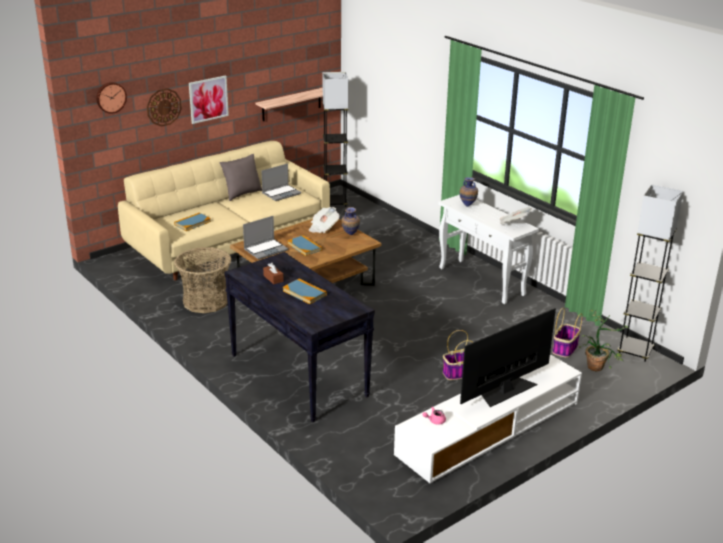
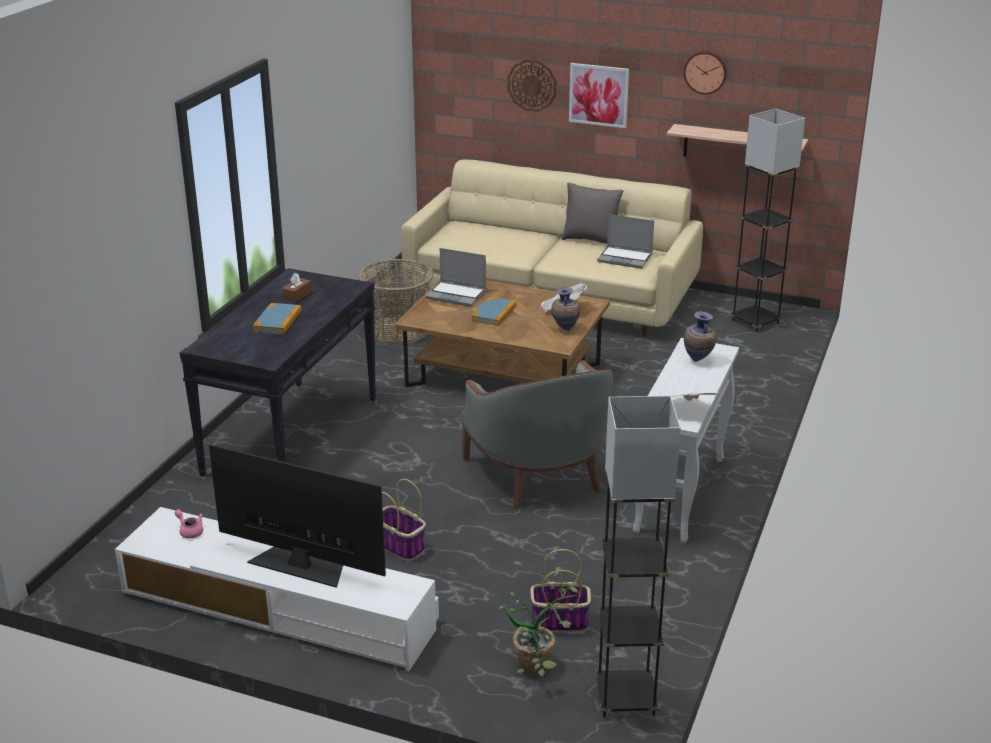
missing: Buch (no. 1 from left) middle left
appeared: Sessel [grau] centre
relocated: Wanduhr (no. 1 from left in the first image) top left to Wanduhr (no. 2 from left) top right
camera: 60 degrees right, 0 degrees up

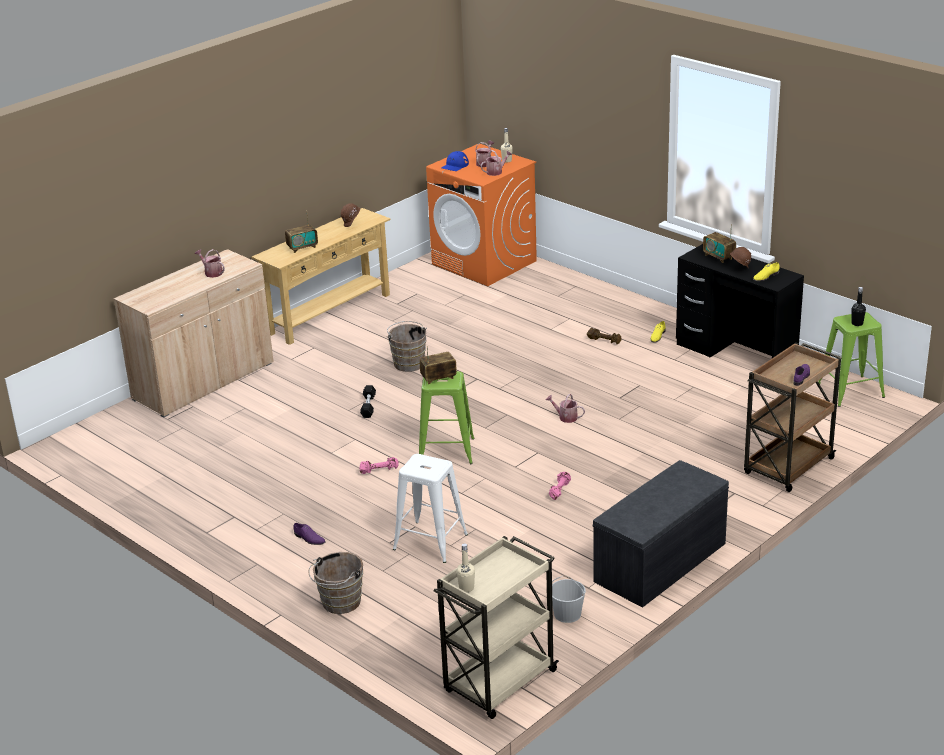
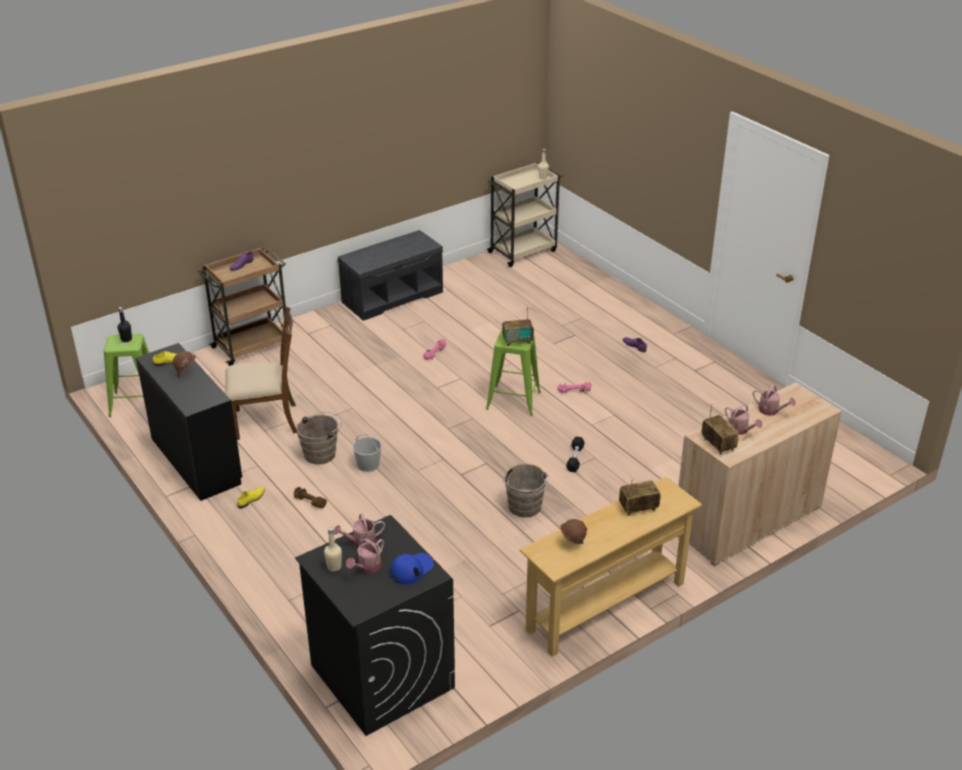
missing: Hocker [weiß] bottom centre
appeared: Stuhl [braun] middle left
relocated: Eimer [braun] (no. 1 from left) bottom centre to middle left; Gießkanne (no. 4 from left) centre to middle right; Eimer [weiß] bottom centre to centre; Radio (no. 3 from left) top right to middle right
colour: Waschmaschine [orange] top centre to Waschmaschine [schwarz] bottom centre
camera: 170 degrees left, 5 degrees up

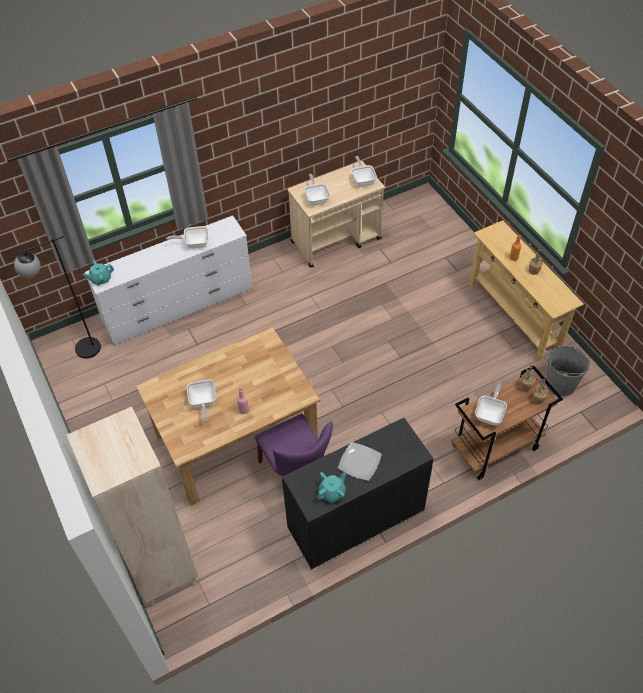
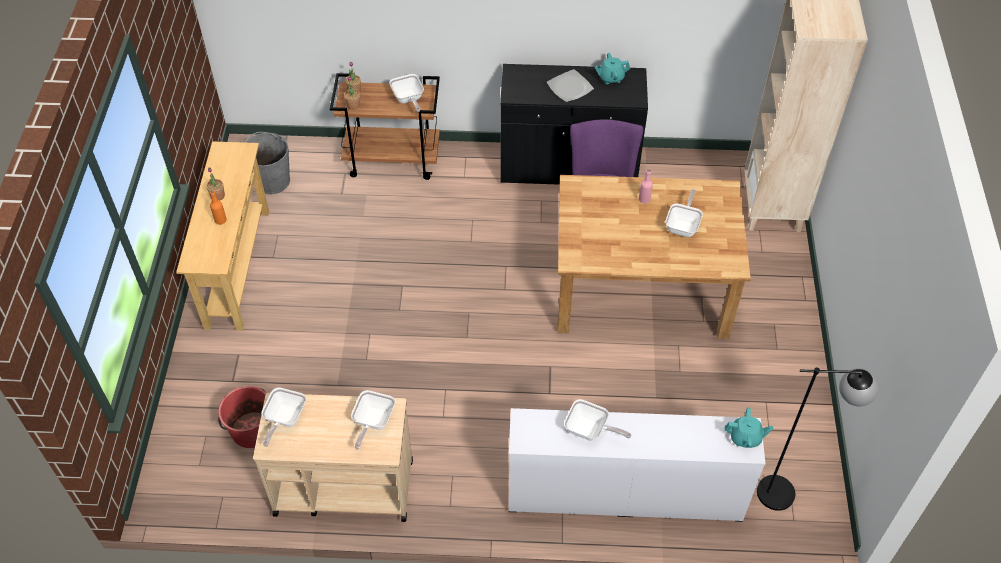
appeared: Eimer [rot] bottom left
spun: Pfanne (no. 5 from left in the first image) middle right = top centre 75 degrees counterclockwise
camera: 150 degrees left, 0 degrees up

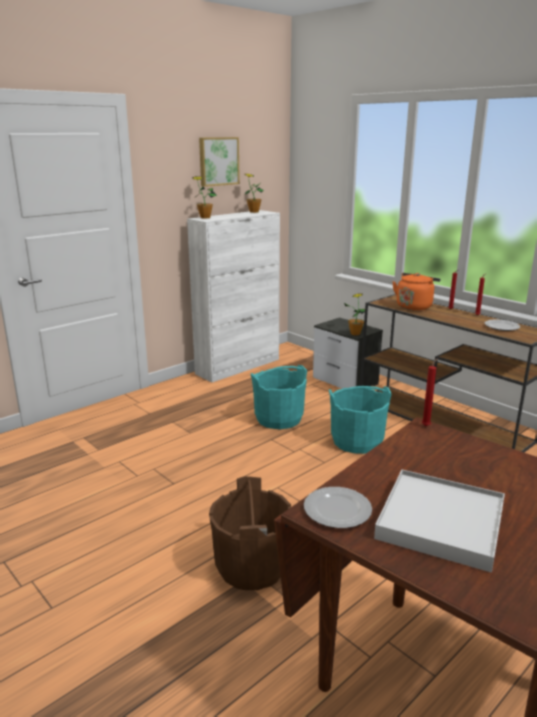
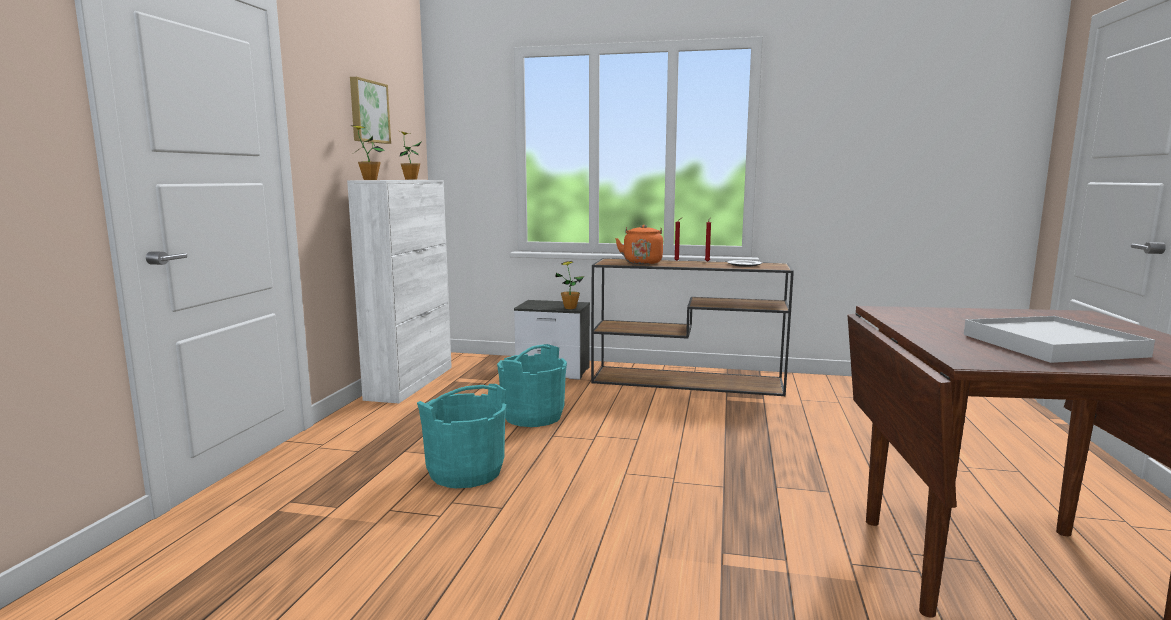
missing: Eimer [braun] bottom centre; Teller (no. 1 from left) bottom centre; Kerze [rot] (no. 1 from left) middle right
relocated: Eimer [türkis] (no. 2 from left in the first image) middle right to Eimer [türkis] (no. 1 from left) bottom centre
camera: 35 degrees left, 10 degrees down

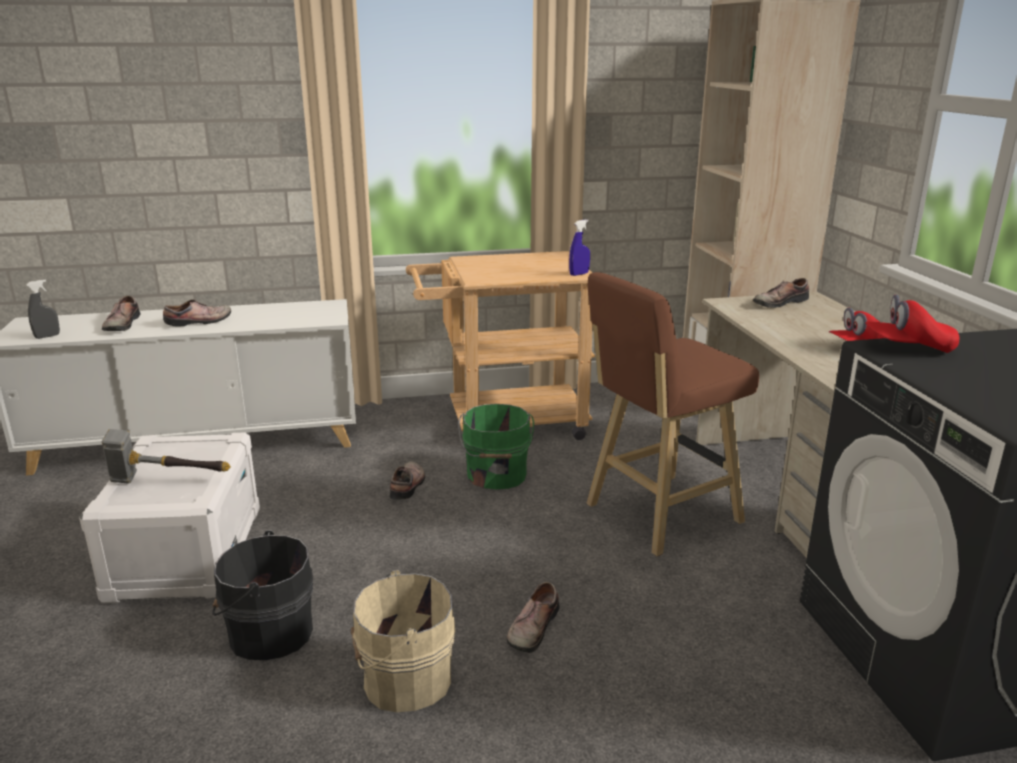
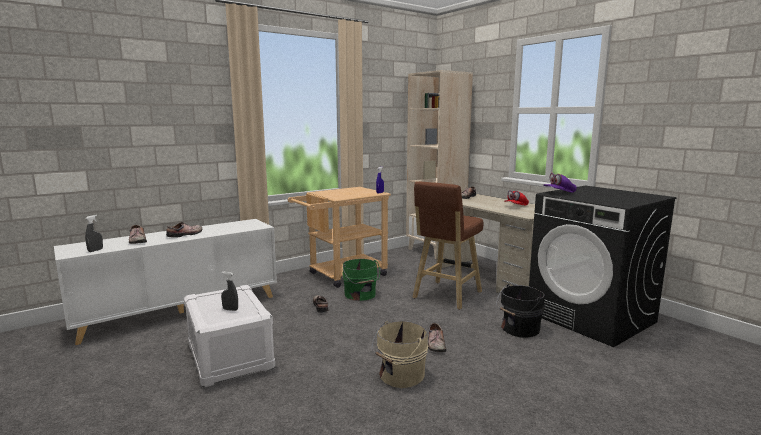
relocated: Eimer [schwarz] bottom left to bottom right
exchanged: Hammer middle left to Sprühflasche [grau] (no. 2 from left) bottom left
colour: Kappe [rot] (no. 2 from left) middle right to Kappe [lila] middle right
camera: 25 degrees left, 10 degrees down

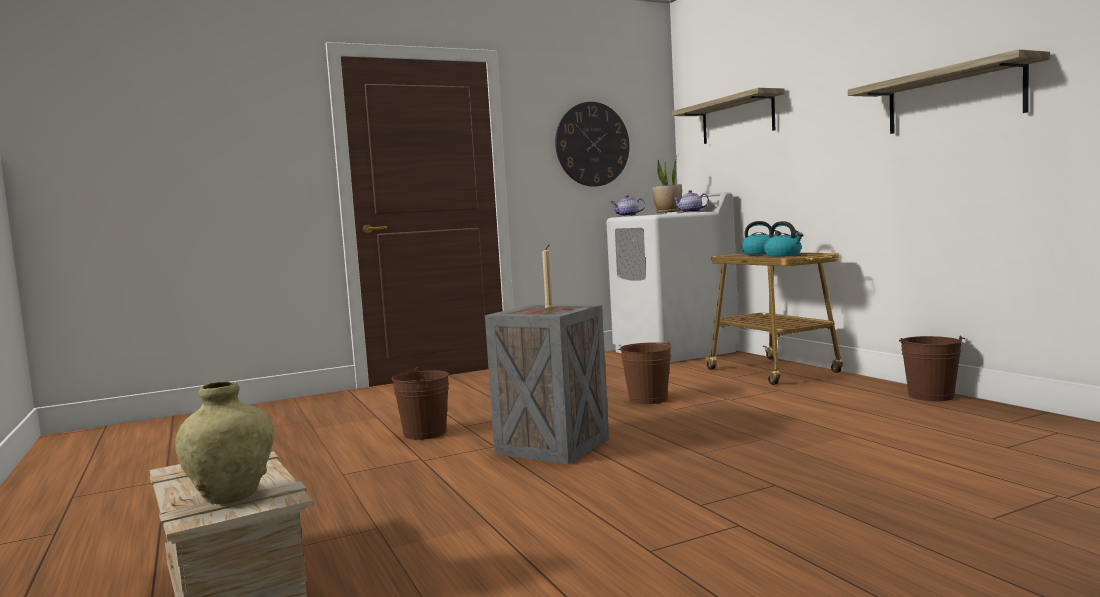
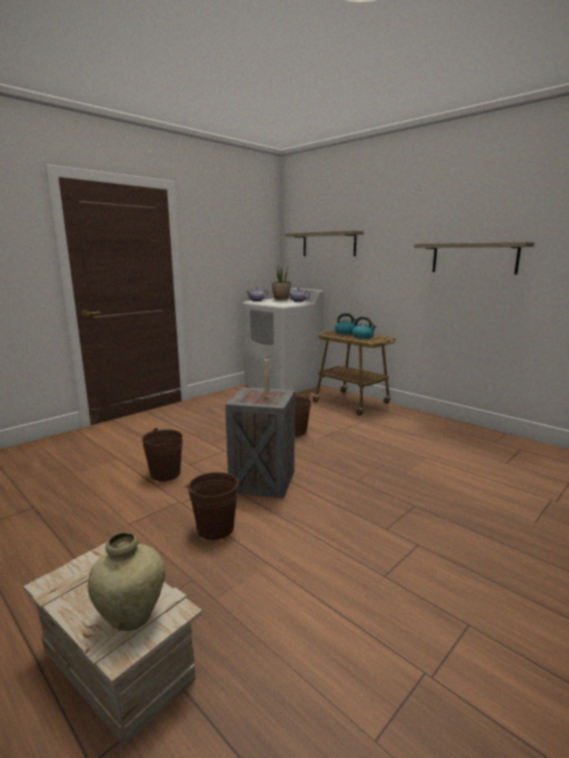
missing: Wanduhr top centre
relocated: Eimer [braun] (no. 3 from left in the first image) middle right to Eimer [braun] (no. 2 from left) bottom centre
camera: 20 degrees left, 10 degrees up

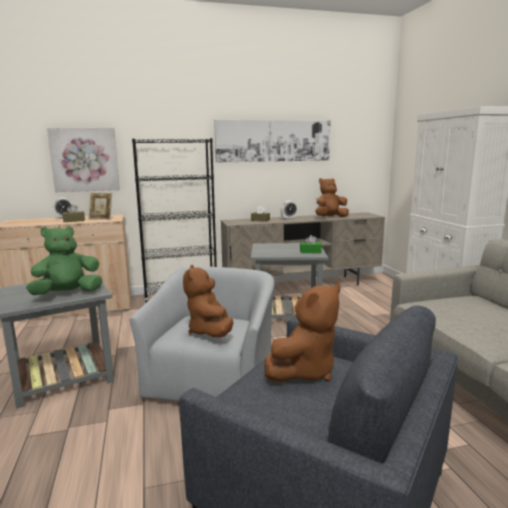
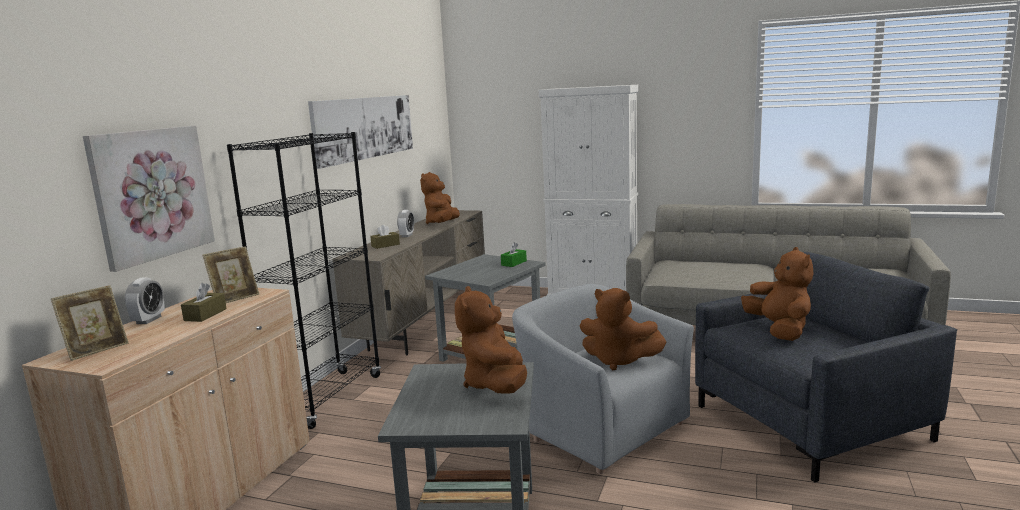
appeared: Bilderrahmen (no. 1 from left) middle left
colour: Plüschtier [grün] middle left to Plüschtier [braun] (no. 2 from left) bottom centre
camera: 55 degrees left, 0 degrees up

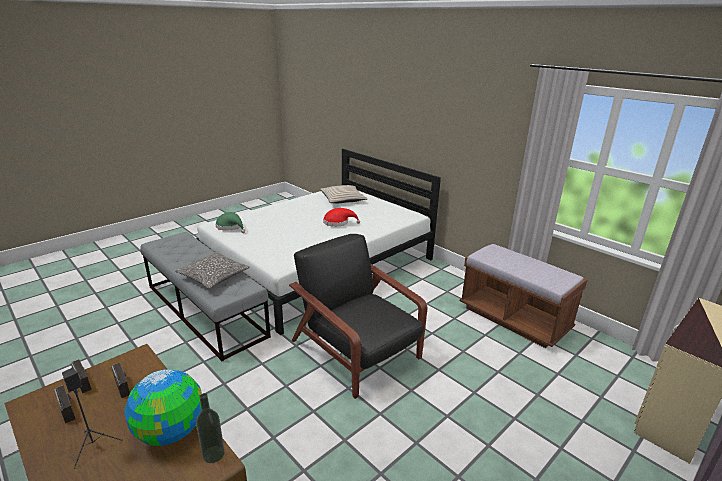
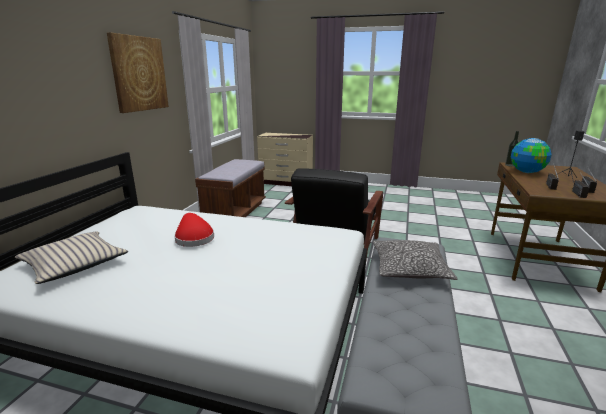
missing: Hut [grün] middle left
appeared: Bild top left
camera: 120 degrees left, 5 degrees down

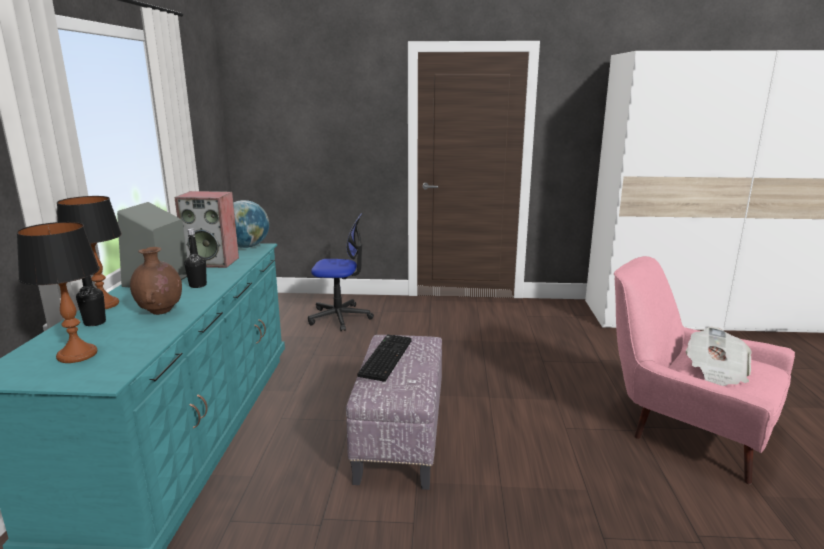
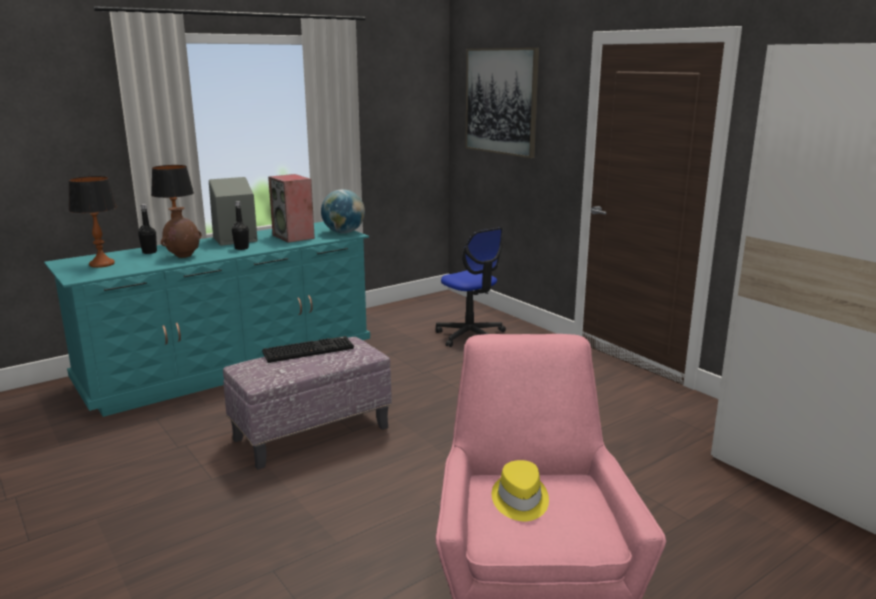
appeared: Bild top centre
exchanged: Zeitung middle right to Hut [gelb] bottom centre
camera: 50 degrees right, 0 degrees up

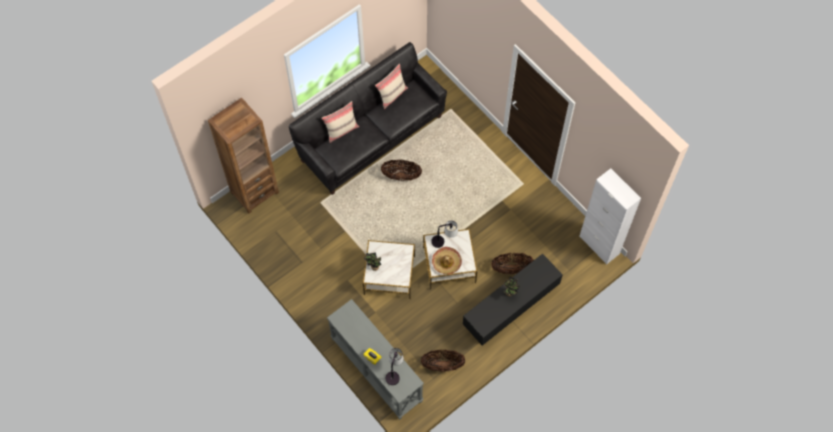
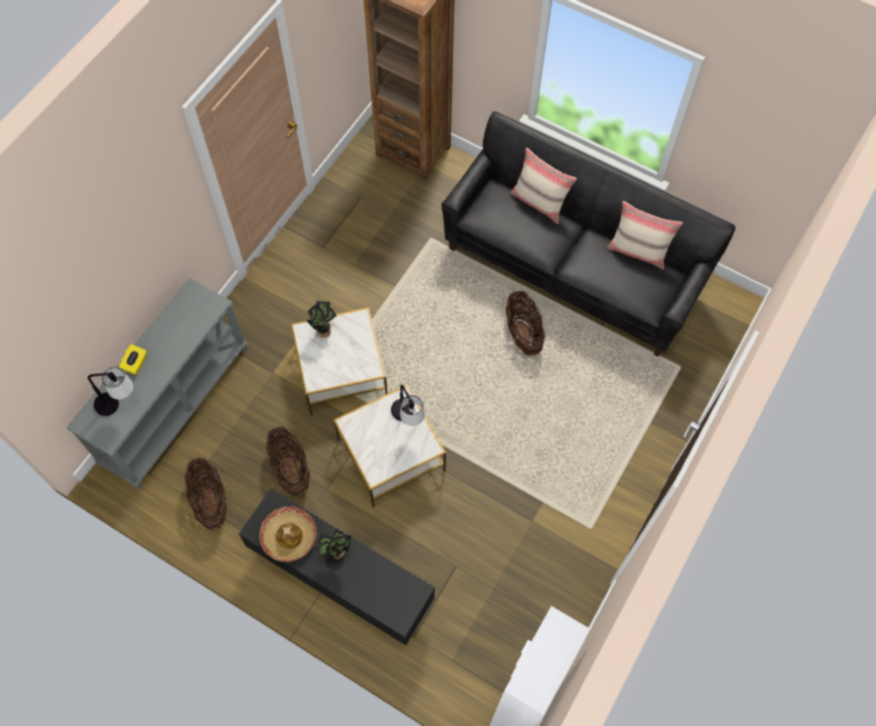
relocated: Hut centre to bottom left; Korb (no. 3 from left in the first image) centre to Korb (no. 2 from left) middle left
camera: 70 degrees right, 0 degrees up

